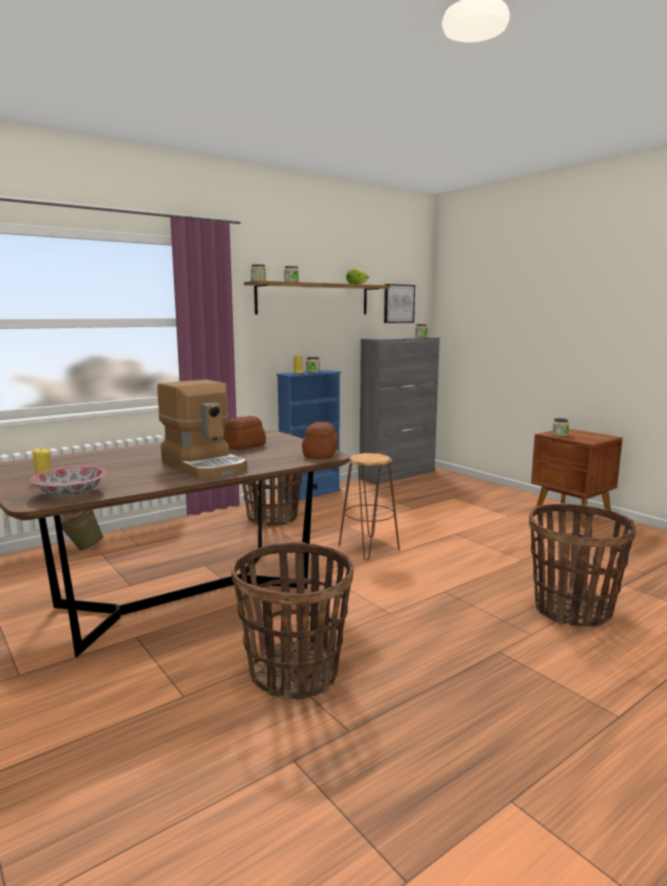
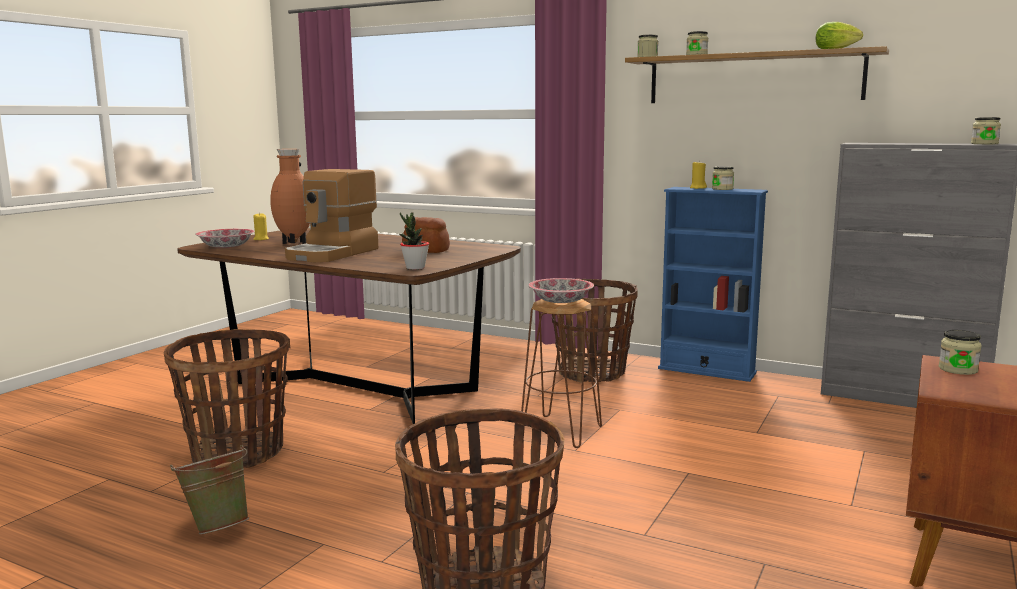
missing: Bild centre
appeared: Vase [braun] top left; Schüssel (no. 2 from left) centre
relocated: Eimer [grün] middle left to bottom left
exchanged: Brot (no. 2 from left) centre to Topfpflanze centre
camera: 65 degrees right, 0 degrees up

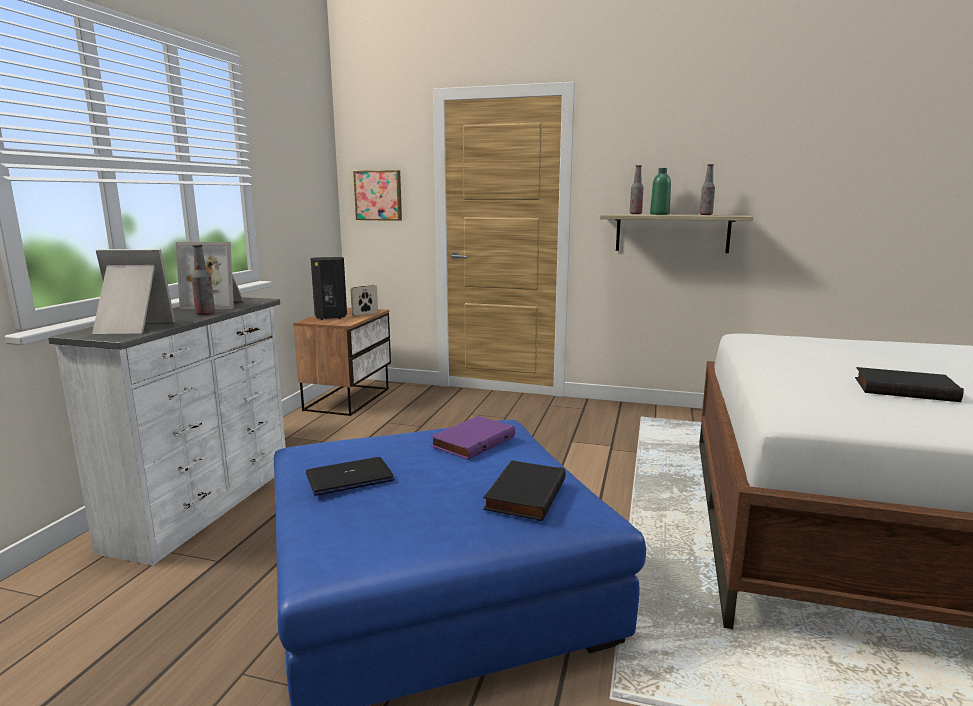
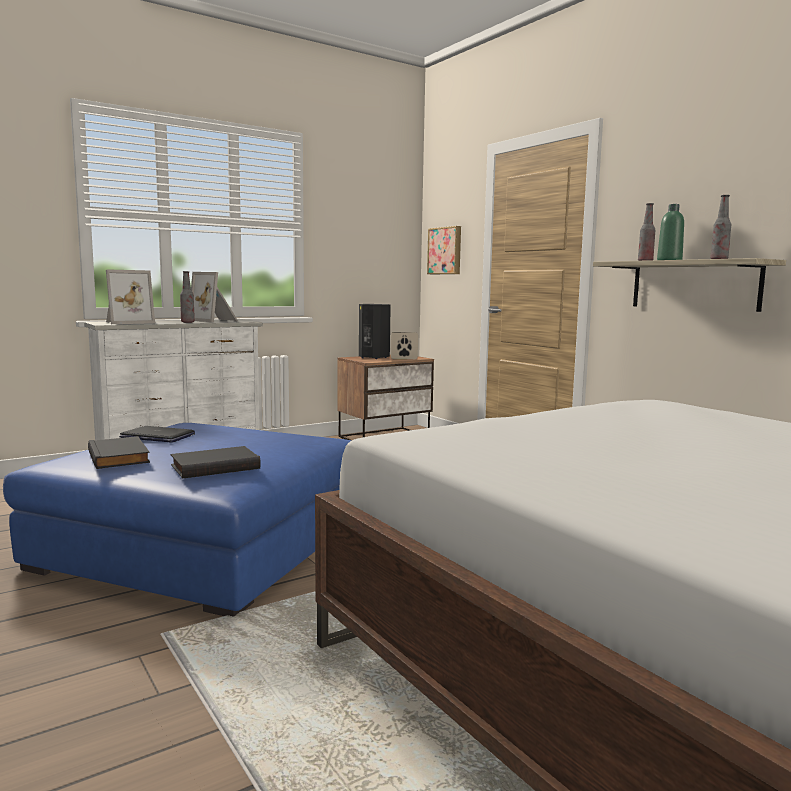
missing: Buch [lila] centre
relocated: Buch [schwarz] (no. 2 from left in the first image) middle right to Buch [schwarz] (no. 1 from left) middle left
spun: Bilderrahmen (no. 1 from left) middle left = middle left 105 degrees clockwise
camera: 40 degrees right, 5 degrees down

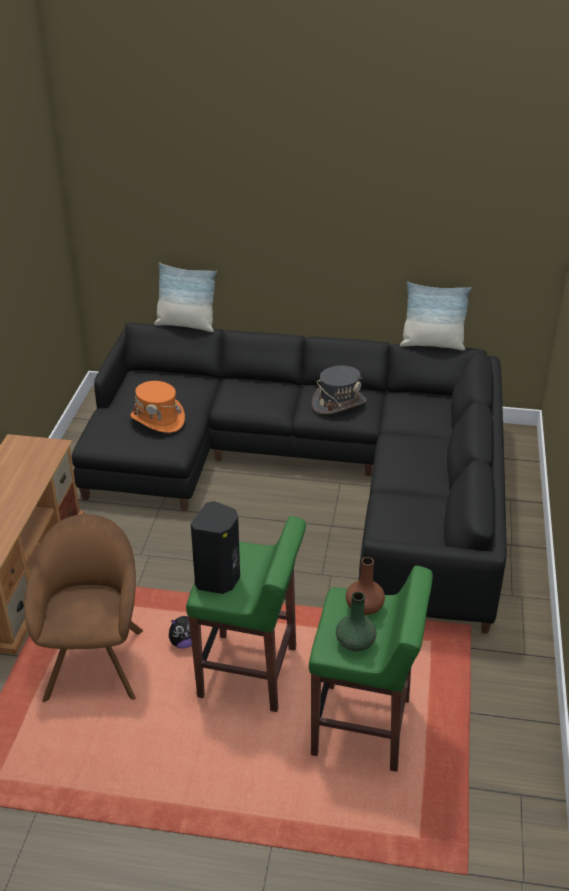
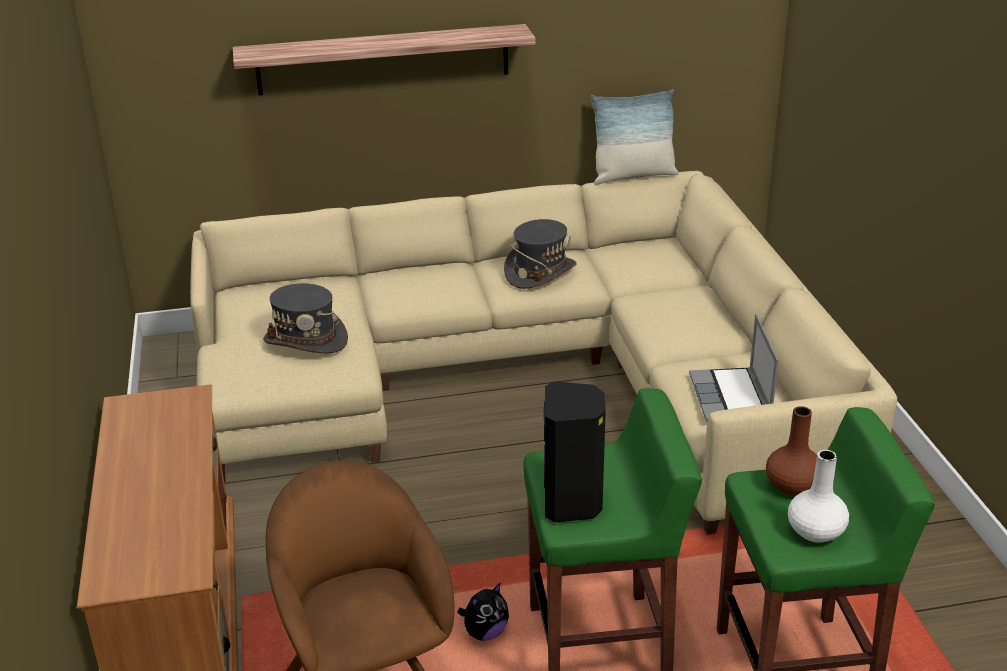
missing: Kissen (no. 1 from left) middle left
appeared: Wandregal top centre; Laptop middle right
colour: Sofa [schwarz] centre to Sofa [beige] centre; Hut [orange] middle left to Hut [grau] (no. 1 from left) middle left; Vase [grün] bottom centre to Vase [weiß] bottom right
camera: 20 degrees left, 5 degrees down

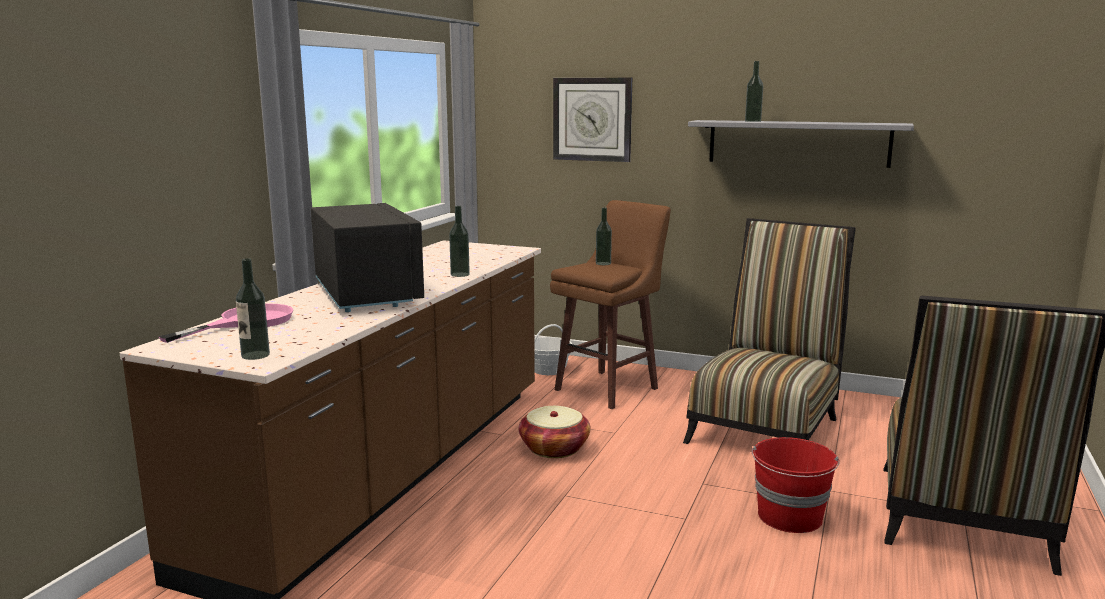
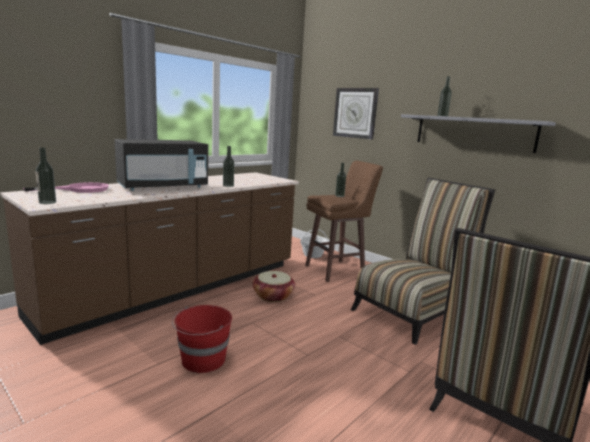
relocated: Eimer [rot] bottom right to bottom centre
spun: Mikrowelle [schwarz] middle left = middle left 60 degrees clockwise
camera: 20 degrees right, 0 degrees up

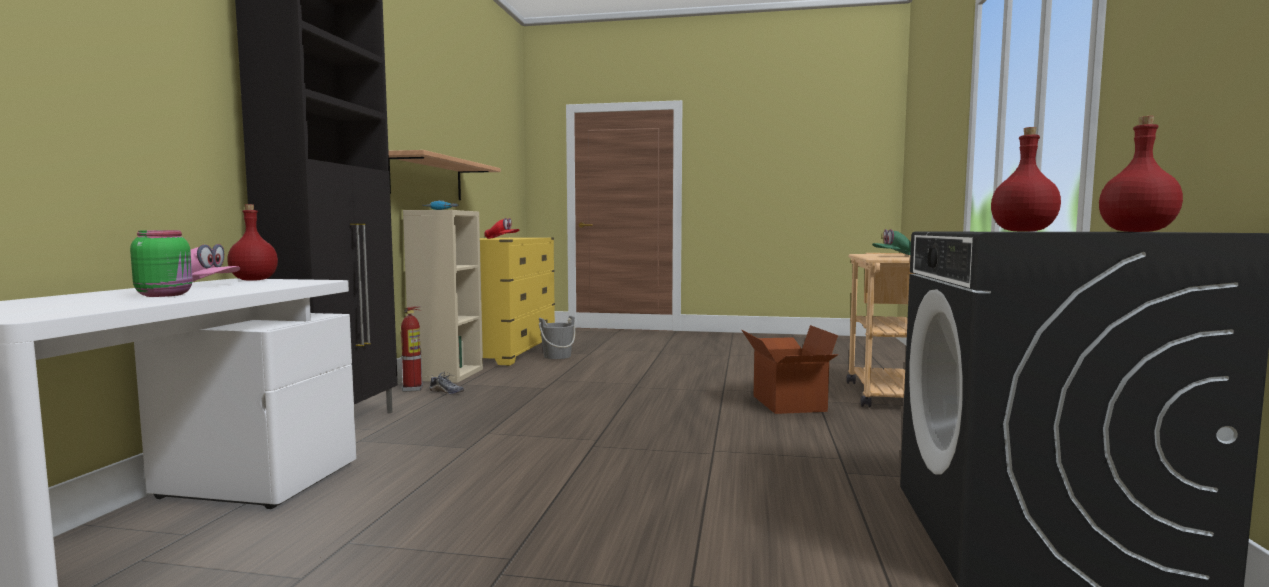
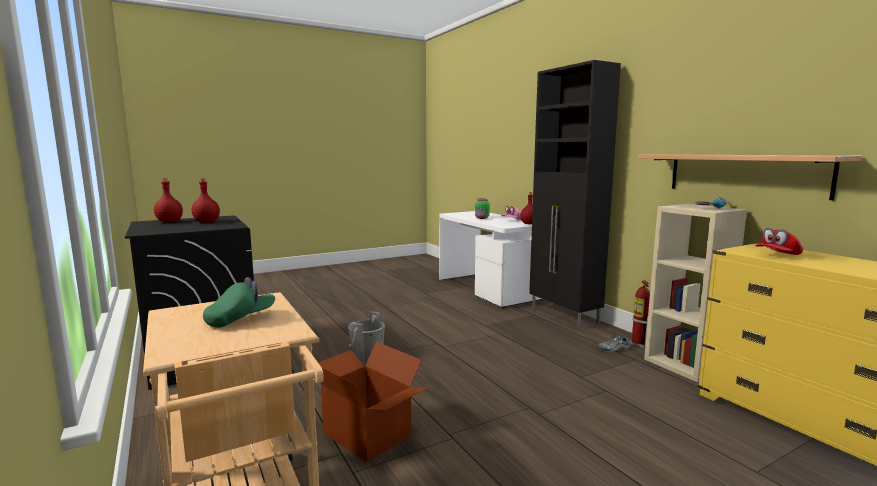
relocated: Eimer [grau] centre to bottom centre
camera: 140 degrees right, 5 degrees up

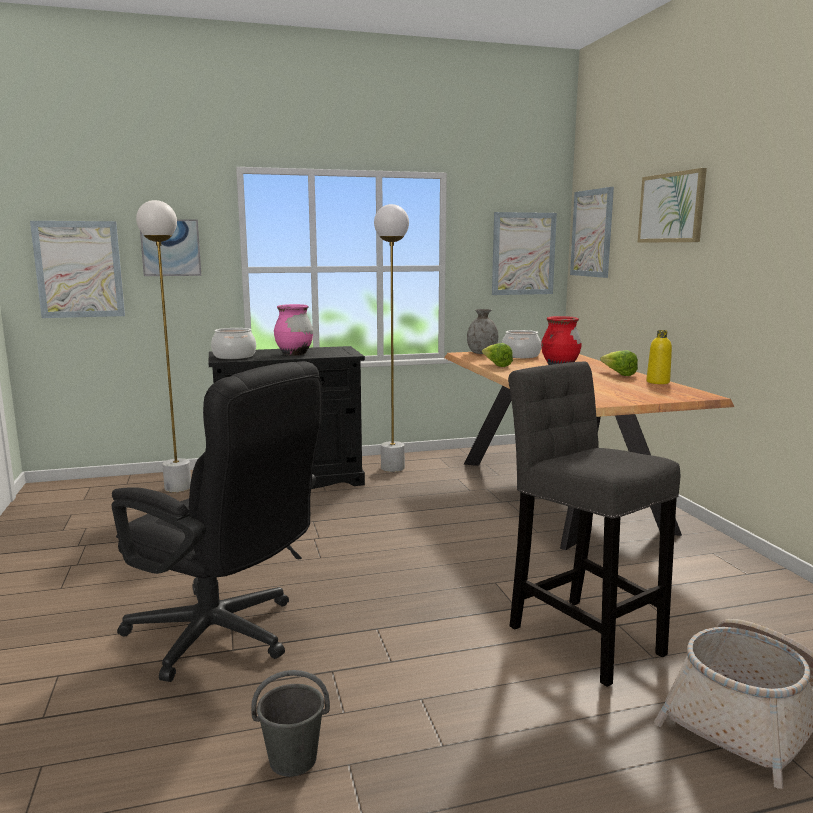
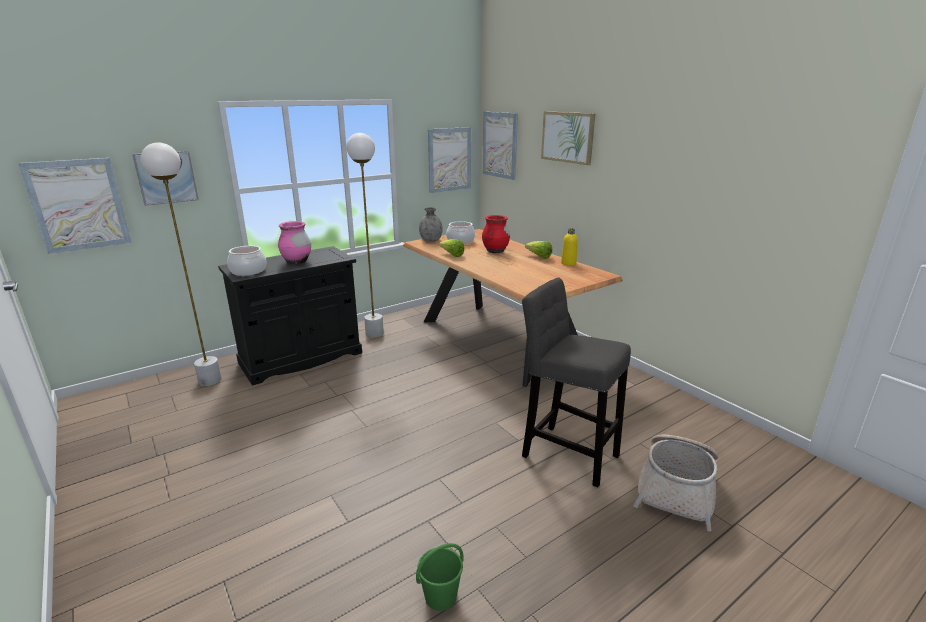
missing: Bürostuhl [schwarz] middle left
colour: Eimer [grau] bottom centre to Eimer [grün] bottom centre
camera: 20 degrees left, 10 degrees up

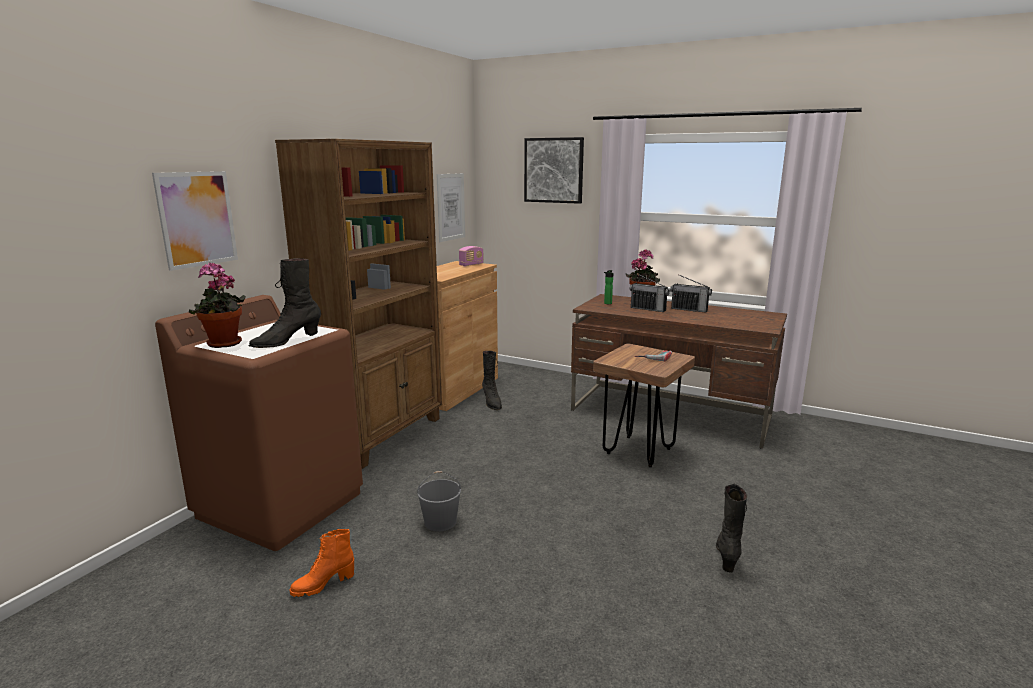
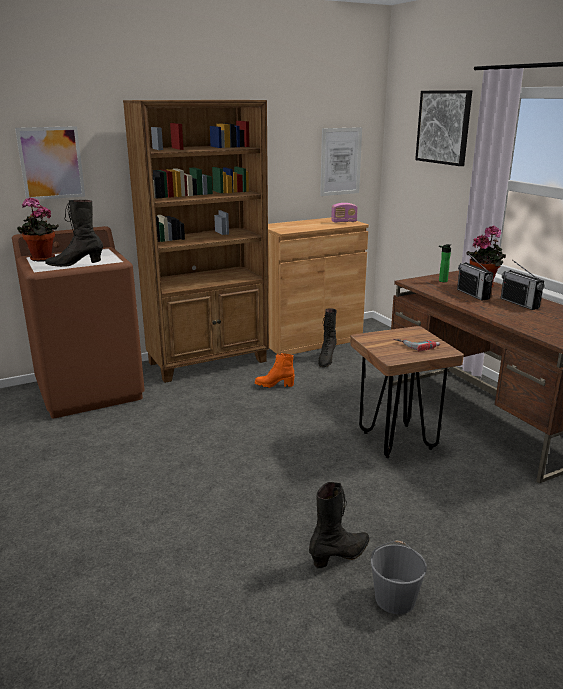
relocated: Stiefel [orange] bottom left to centre; Eimer [grau] bottom centre to bottom right
camera: 35 degrees right, 5 degrees up

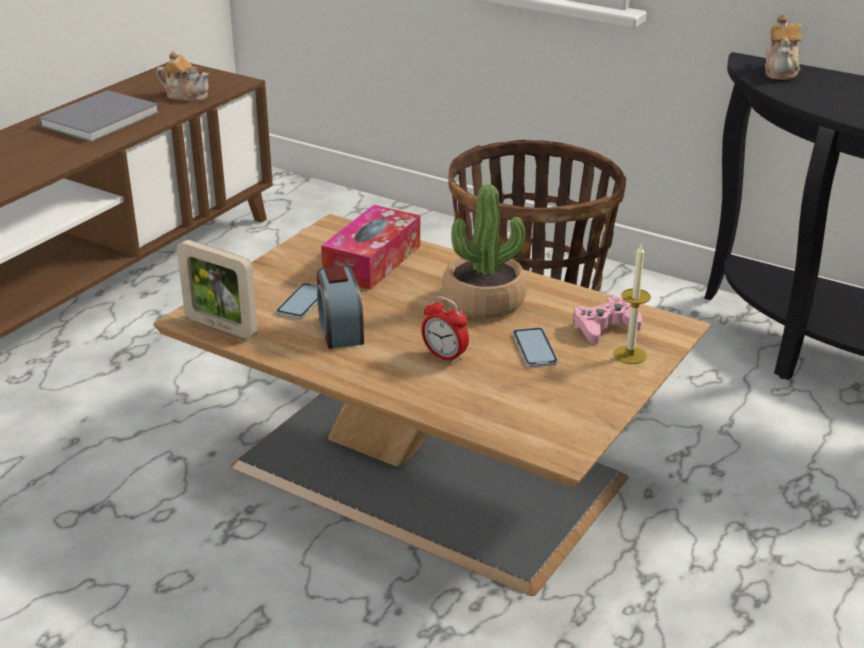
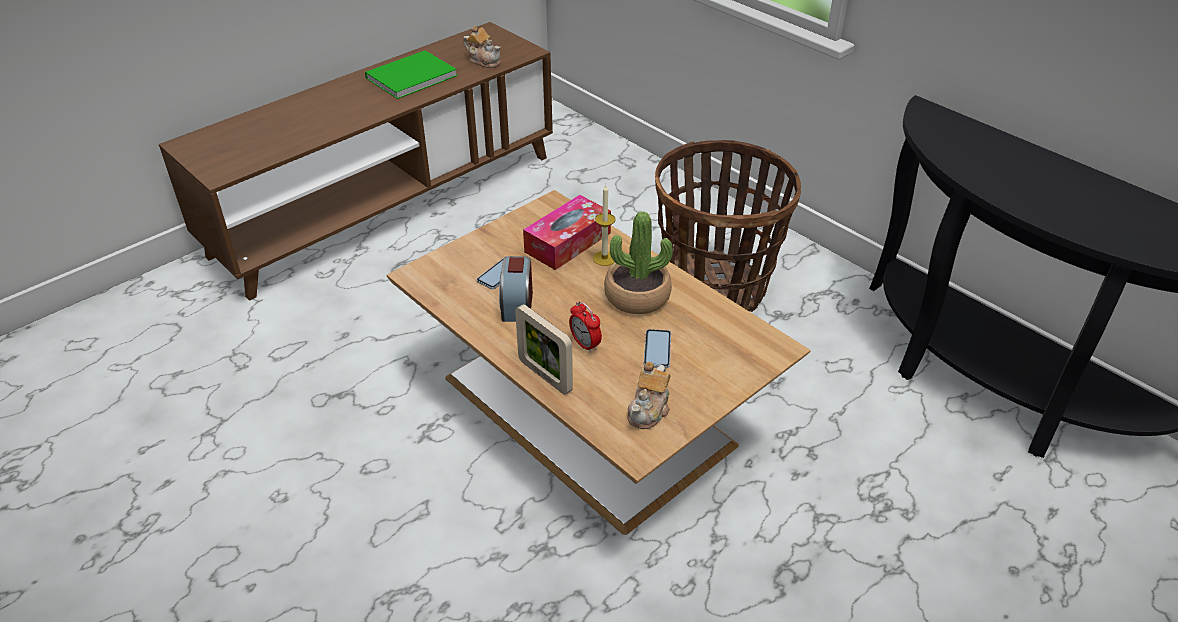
missing: Gamepad [rosa] middle right
relocated: Bilderrahmen middle left to centre; Kerze middle right to centre; Teekanne (no. 2 from left) top right to centre
colour: Buch [grau] top left to Buch [grün] top centre
camera: 15 degrees right, 10 degrees up

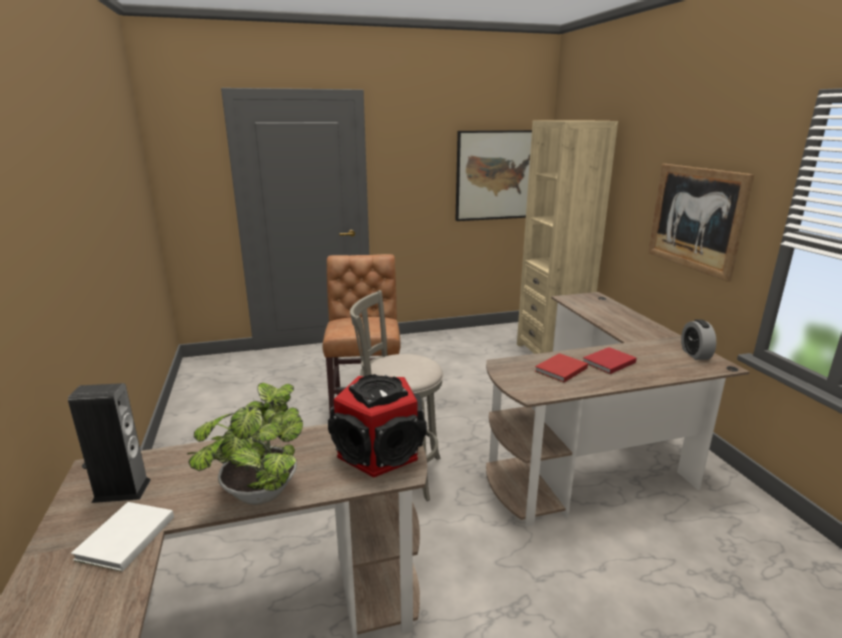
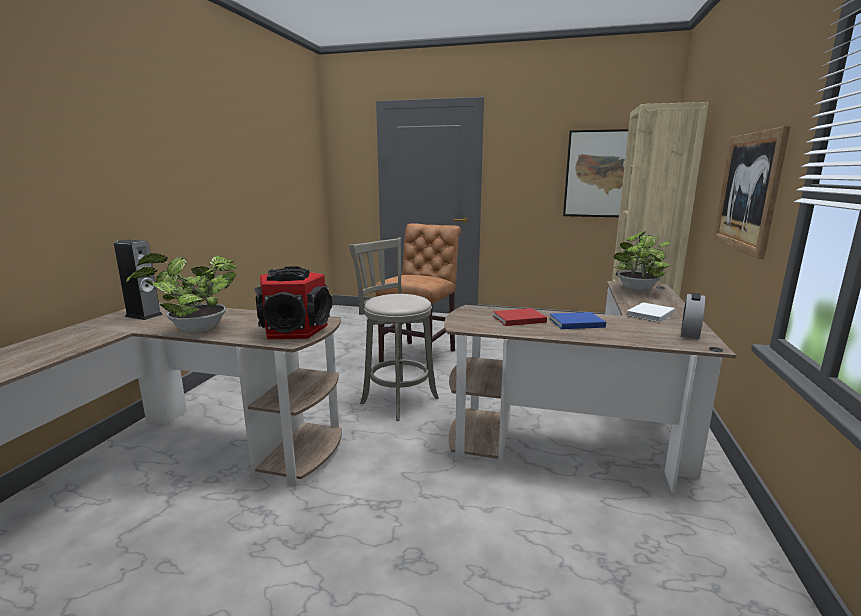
appeared: Topfpflanze (no. 2 from left) middle right
relocated: Buch [weiß] bottom left to middle right
colour: Buch [rot] (no. 2 from left) middle right to Buch [blau] middle right
camera: 30 degrees right, 5 degrees down

